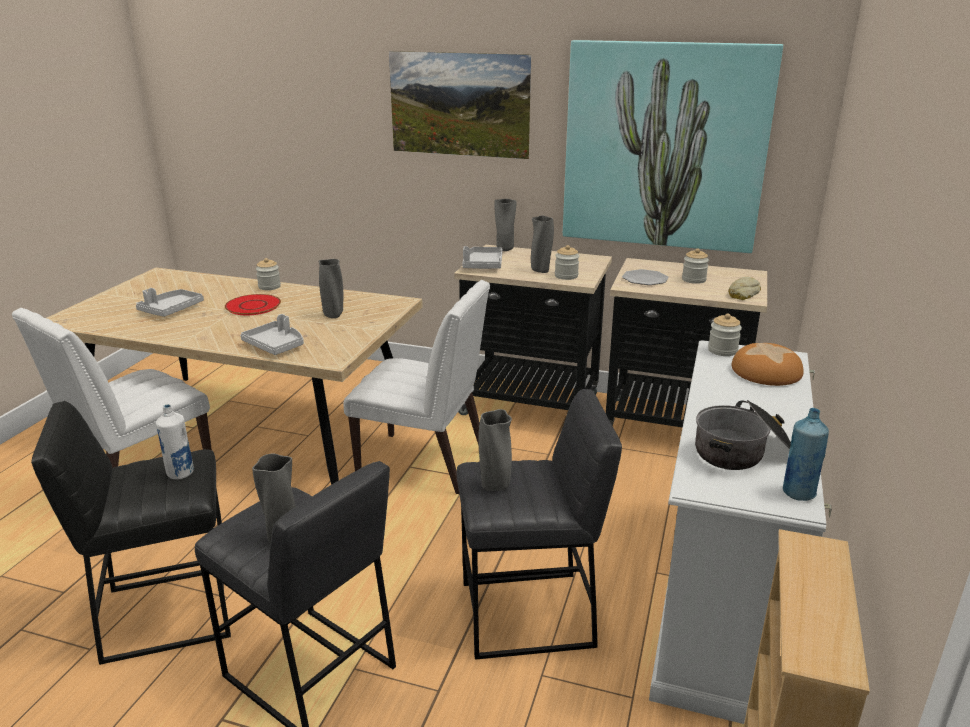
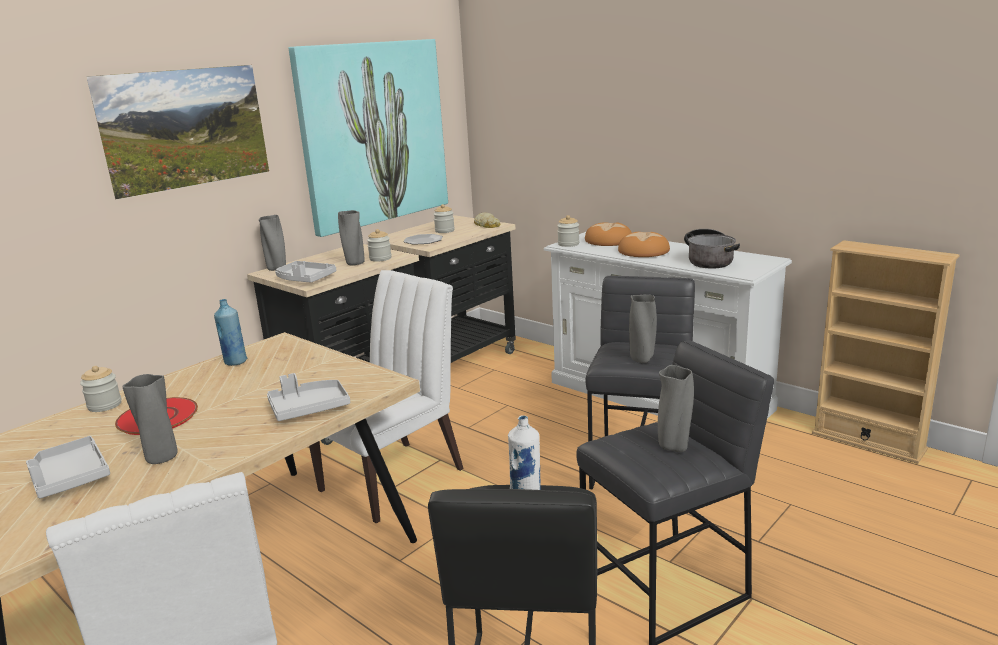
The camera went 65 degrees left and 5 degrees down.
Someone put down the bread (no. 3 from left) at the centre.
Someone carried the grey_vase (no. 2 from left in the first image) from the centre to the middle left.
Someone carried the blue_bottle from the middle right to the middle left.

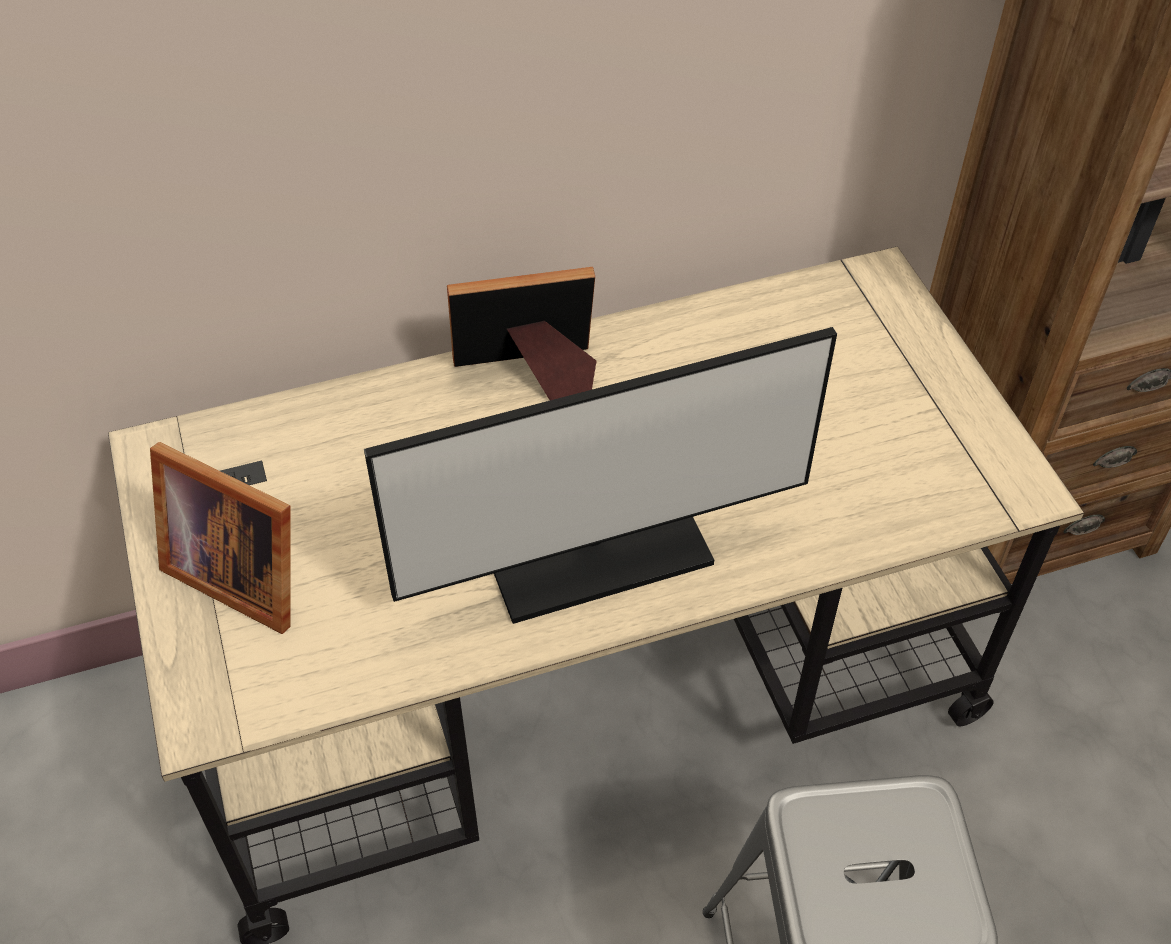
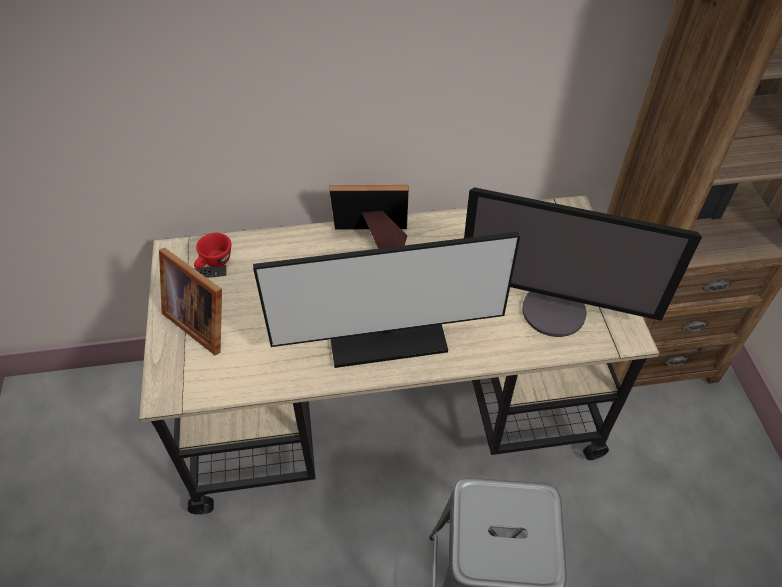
The camera went 10 degrees right and 0 degrees up.
Someone put down the red_cup at the middle left.
Someone put down the monitor (no. 2 from left) at the middle right.

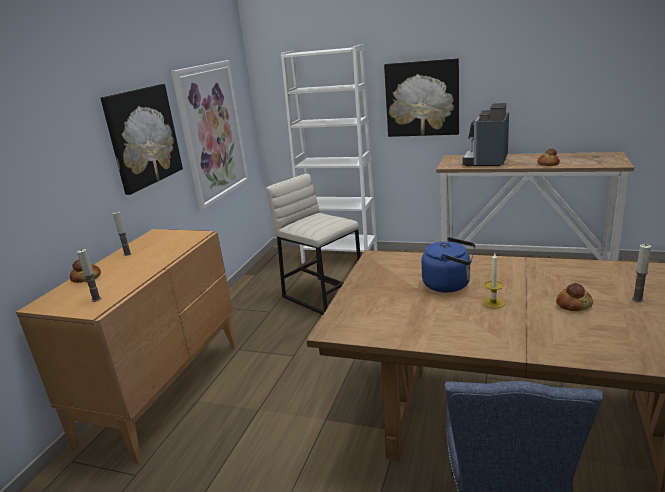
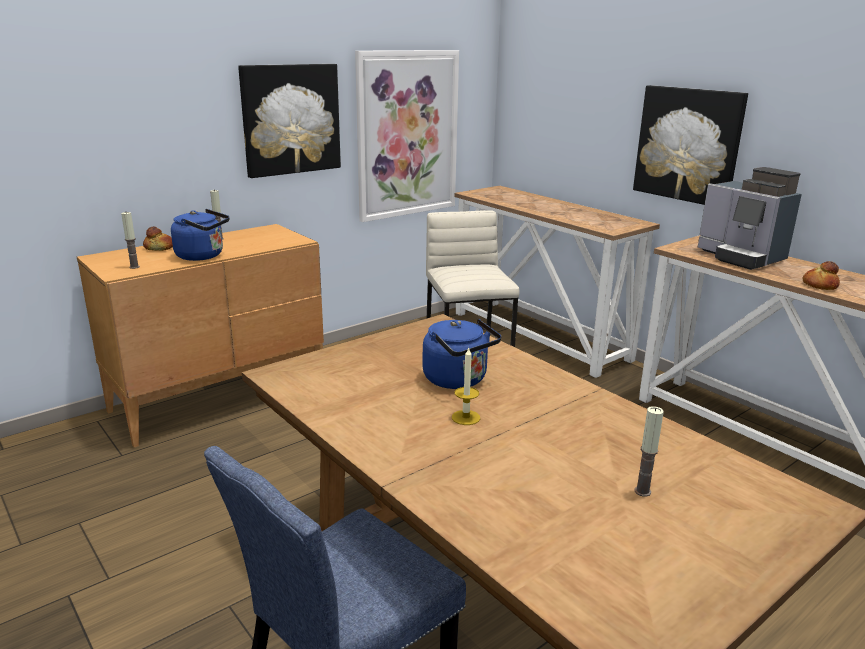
The camera went 30 degrees right and 0 degrees up.
Someone took away the bread (no. 3 from left) at the middle right.
Someone put down the blue_kettle (no. 1 from left) at the middle left.
Someone swapped the white_bookcase at the top centre for the console_table (no. 1 from left) at the centre.
Someone rotated the coffee_machine at the top right by 90 degrees counterclockwise.

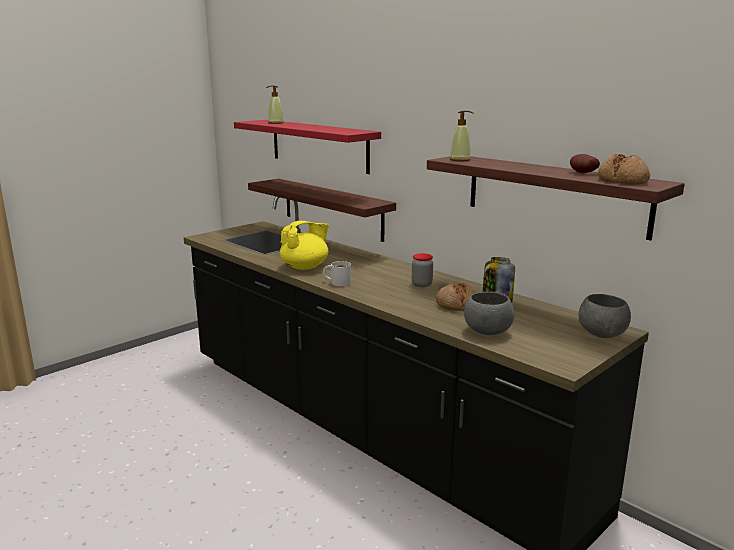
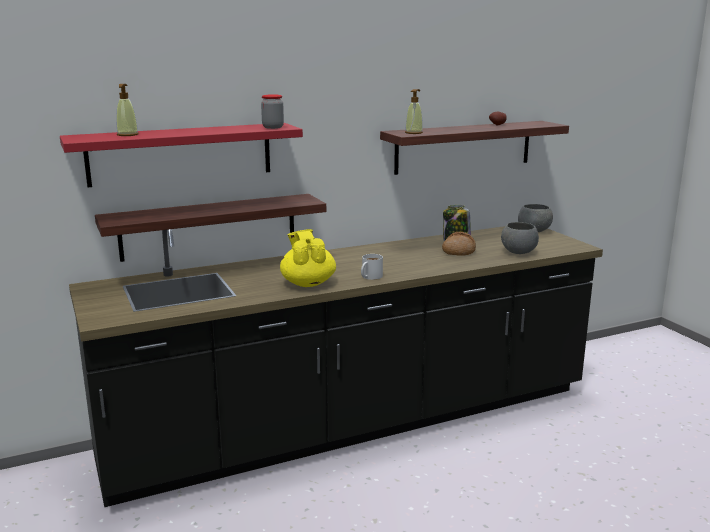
The camera went 70 degrees left and 0 degrees up.
Someone took away the bread (no. 2 from left) at the top right.
Someone carried the jar (no. 1 from left) from the centre to the top centre.

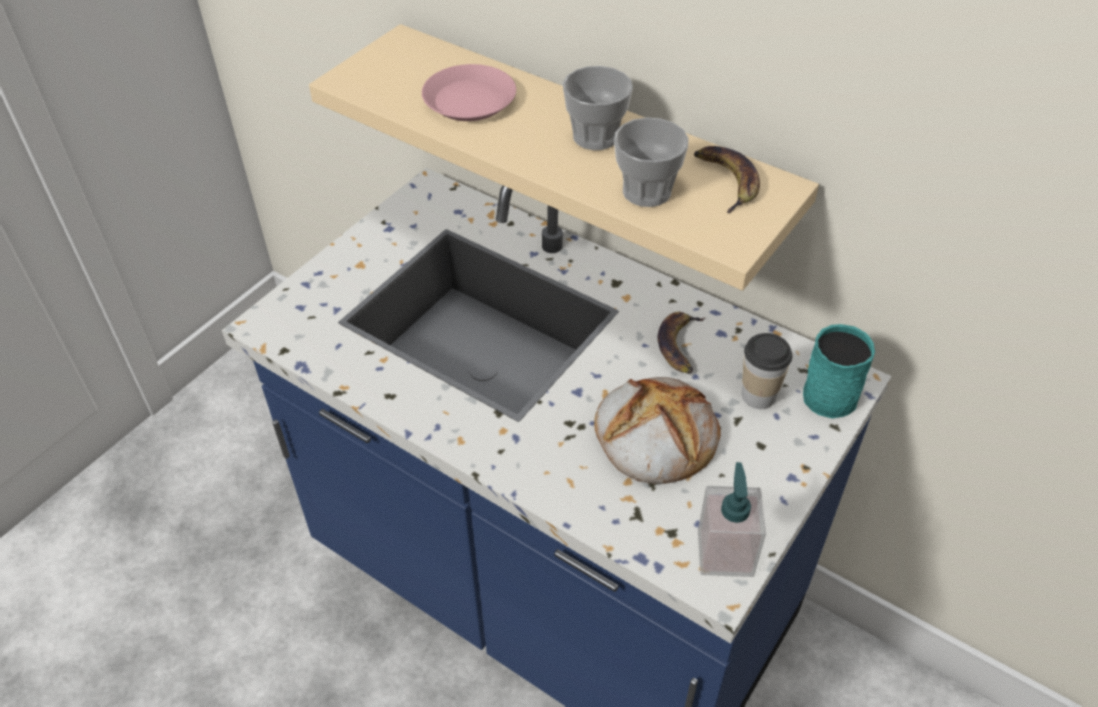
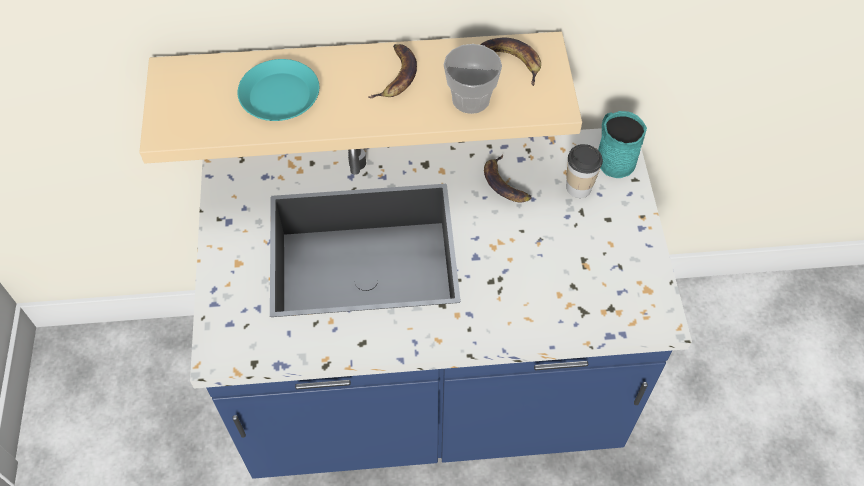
The camera went 40 degrees left and 10 degrees up.
Someone took away the bread at the centre.
Someone took away the soap_dispenser at the bottom right.
Someone swapped the cup (no. 1 from left) at the top centre for the banana (no. 1 from left) at the top centre.
Someone repainted the pink_plate at the top centre, which became the turquoise_plate at the top left.

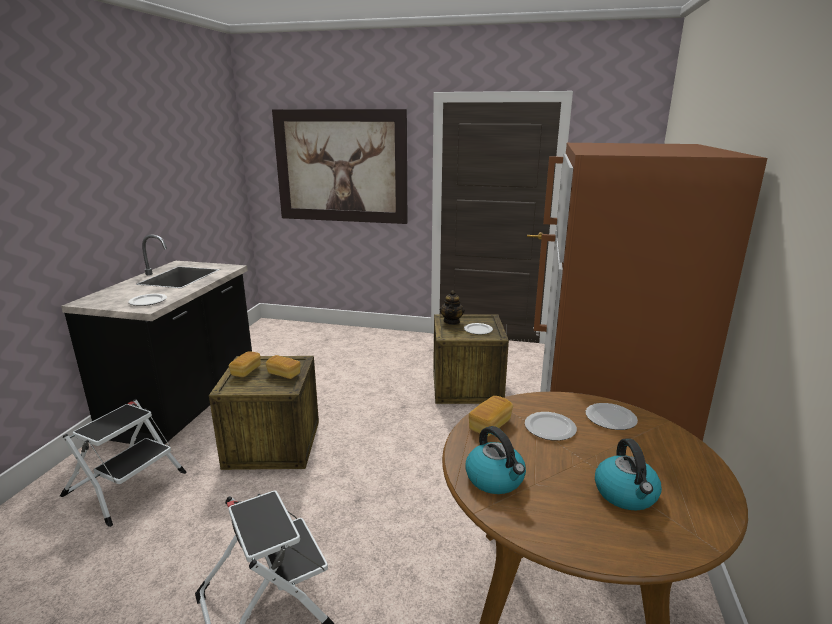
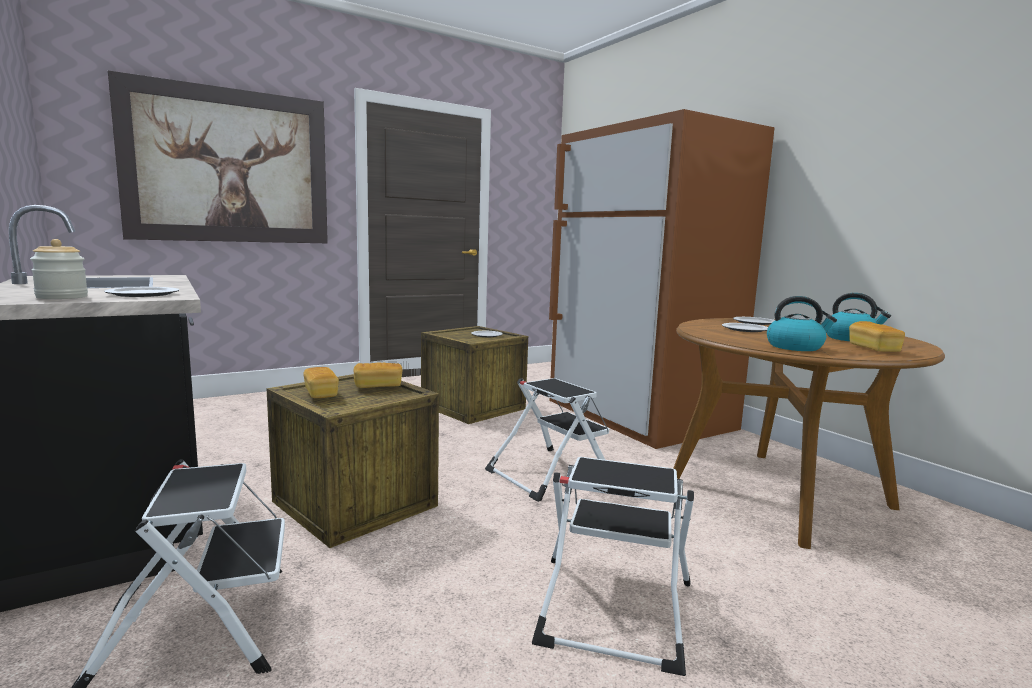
The camera went 45 degrees left and 10 degrees down.
Someone took away the teapot at the centre.
Someone put down the jar at the middle left.
Someone put down the step_ladder (no. 2 from left) at the centre.
Someone carried the bread (no. 3 from left) from the bottom centre to the middle right.

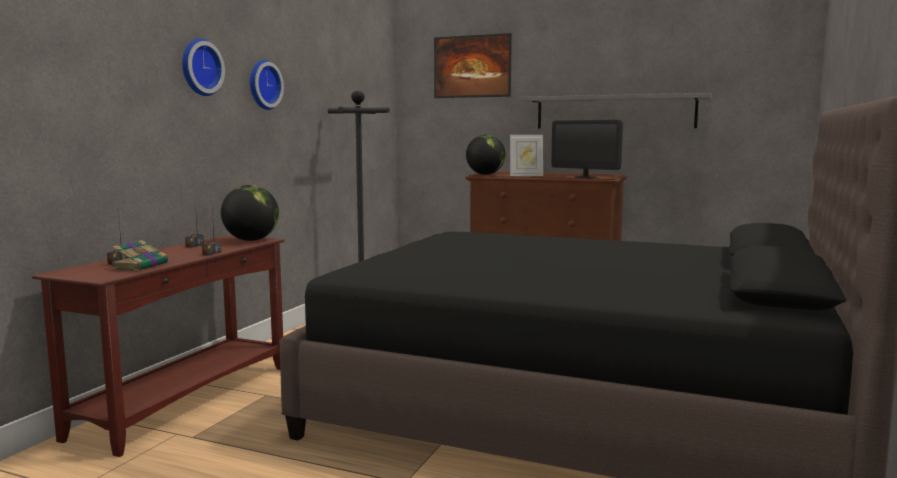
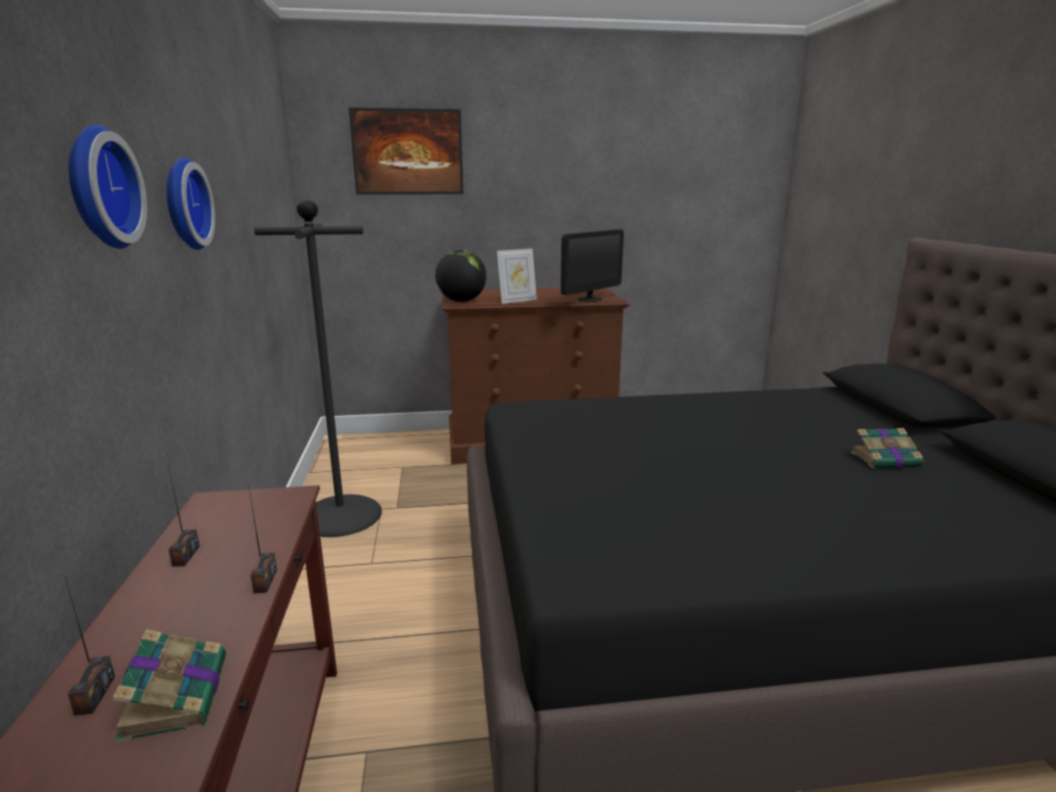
The camera went 30 degrees left and 10 degrees up.
Someone took away the globe (no. 1 from left) at the middle left.
Someone took away the grey_shelf at the top right.
Someone put down the book (no. 2 from left) at the middle right.
Someone rotated the monitor at the top centre by 60 degrees counterclockwise.

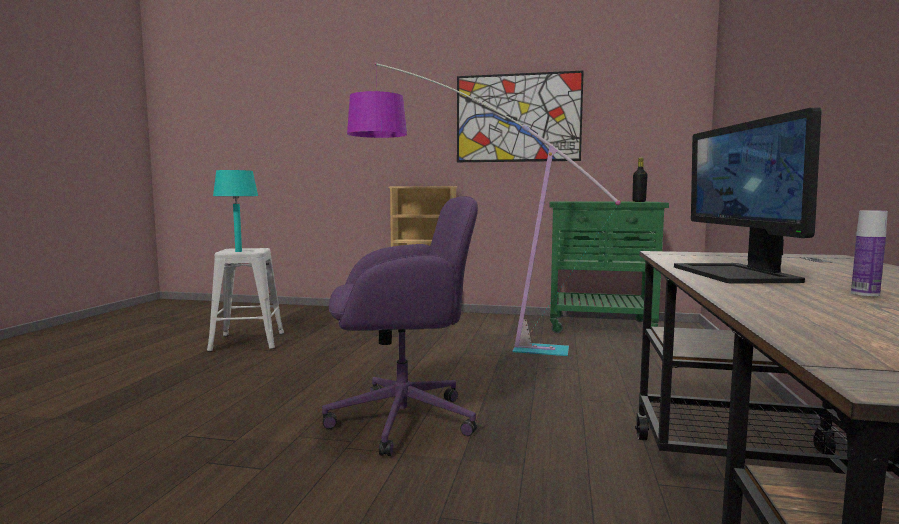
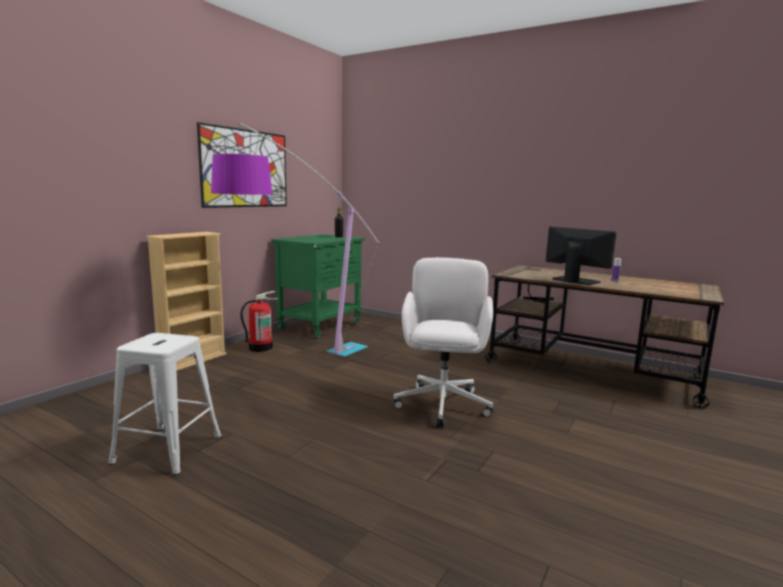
The camera went 70 degrees left and 5 degrees up.
Someone took away the turquoise_table_lamp at the middle left.
Someone put down the fire_extinguisher at the middle left.
Someone repainted the purple_office_chair at the centre, which became the white_office_chair at the centre.
Someone rotated the monitor at the middle right by 150 degrees counterclockwise.

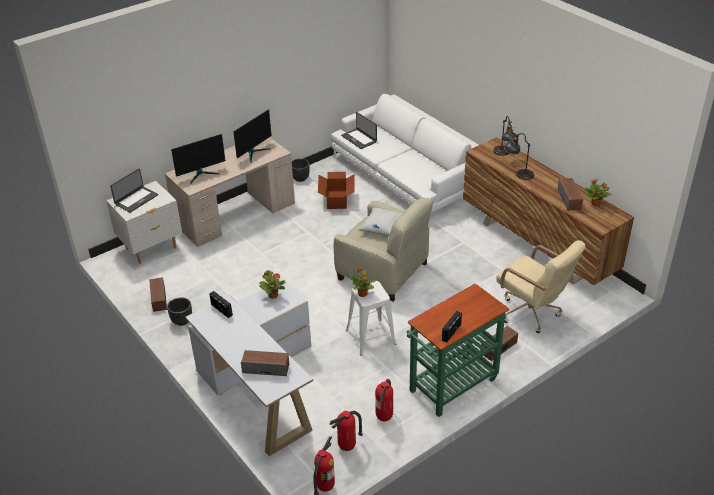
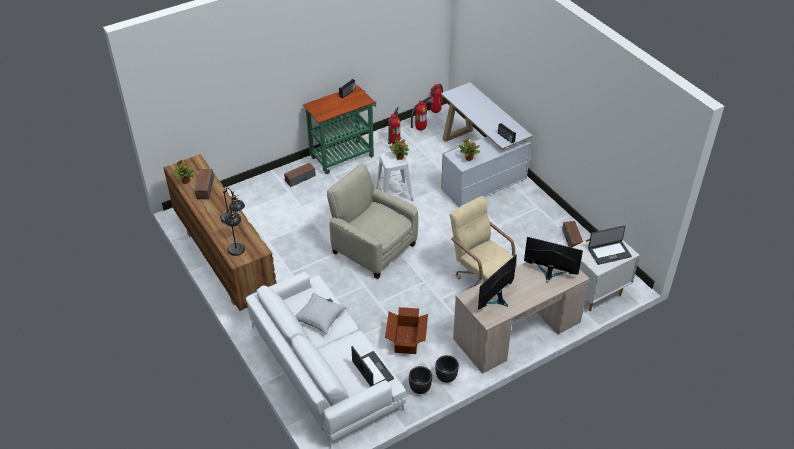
The camera went 175 degrees left and 5 degrees up.
Someone took away the speaker (no. 2 from left) at the bottom centre.
Someone carried the black_planter (no. 1 from left) from the middle left to the bottom centre.
Someone carried the grey_pillow from the centre to the bottom centre.
Someone carried the beige_office_chair from the middle right to the centre.
Someone rotated the laptop (no. 1 from left in the first image) at the middle left by 150 degrees counterclockwise.
Someone rotated the monitor (no. 1 from left in the first image) at the top left by 45 degrees clockwise.

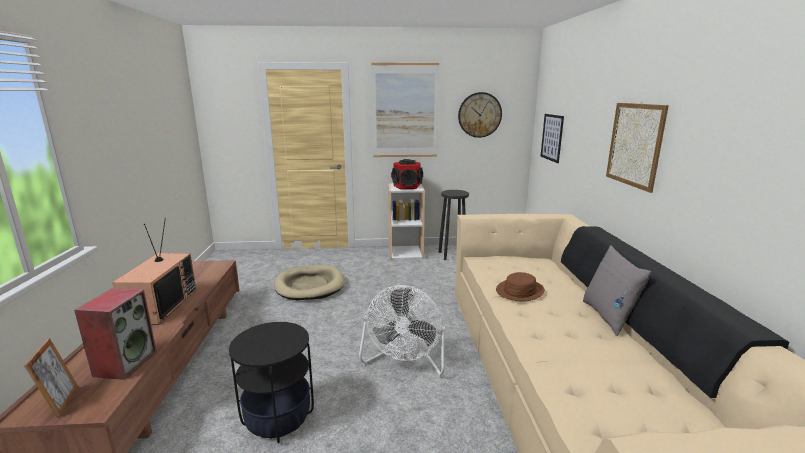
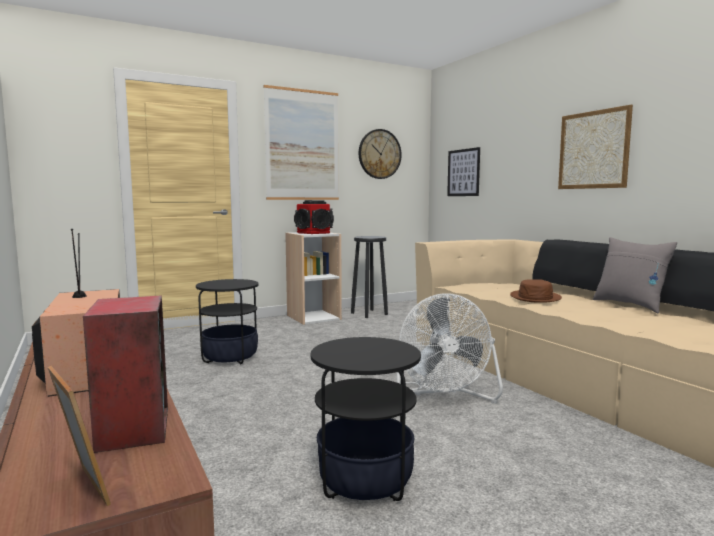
The camera went 25 degrees left and 10 degrees down.
Someone swapped the beige_dog_bed at the centre for the black_side_table (no. 1 from left) at the middle left.

